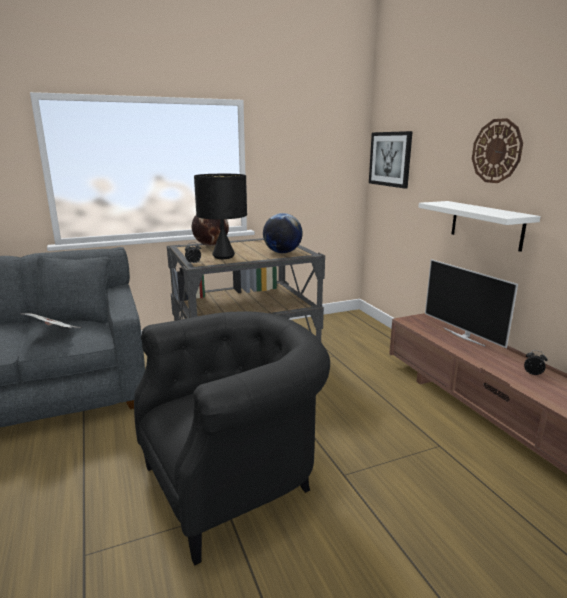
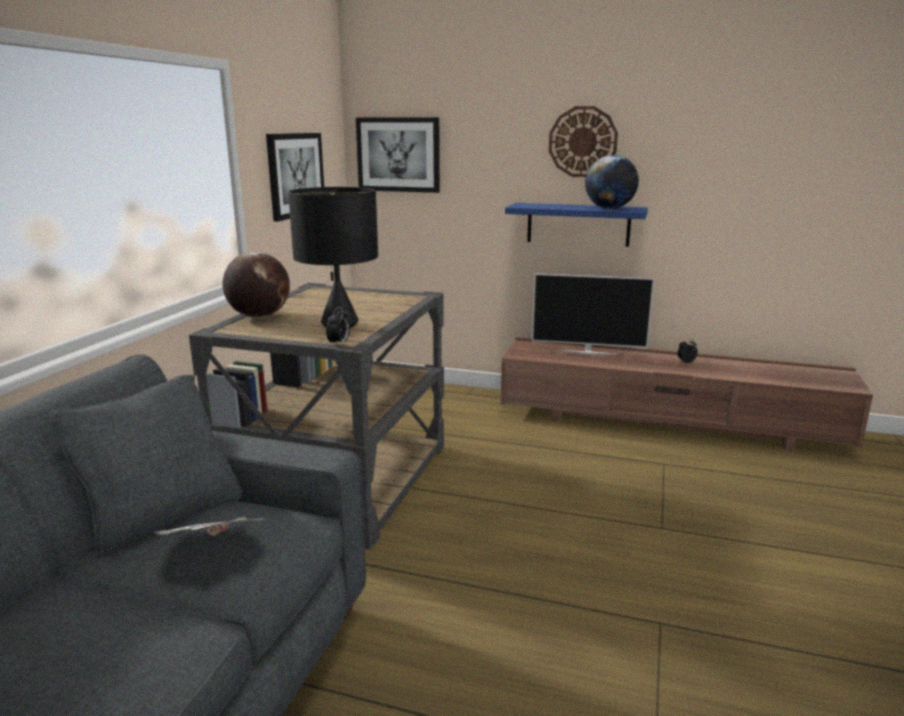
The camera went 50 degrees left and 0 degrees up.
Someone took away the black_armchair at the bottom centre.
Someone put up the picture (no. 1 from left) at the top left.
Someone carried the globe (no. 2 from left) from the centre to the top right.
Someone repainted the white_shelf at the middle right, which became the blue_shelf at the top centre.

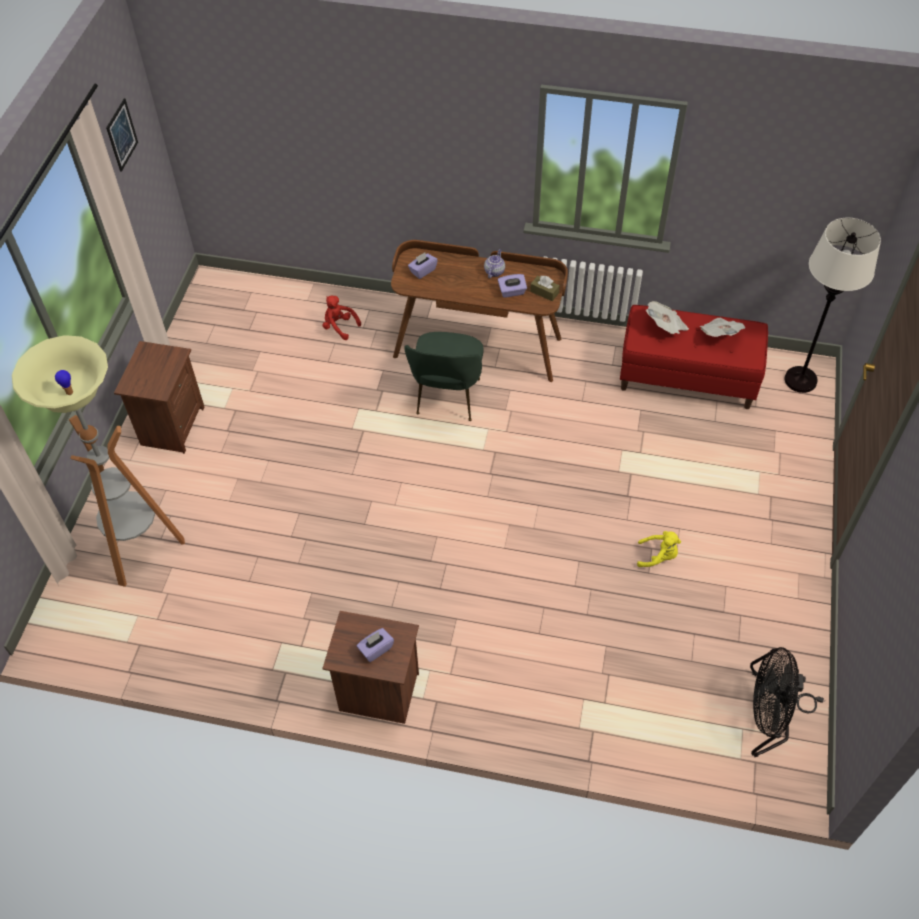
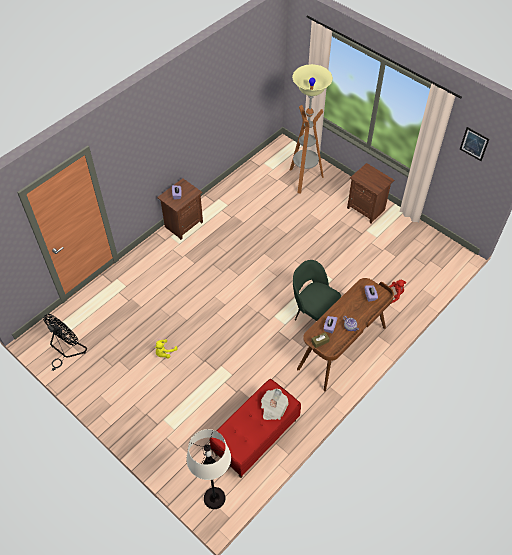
The camera went 120 degrees right and 0 degrees up.
Someone took away the newspaper (no. 2 from left) at the middle right.

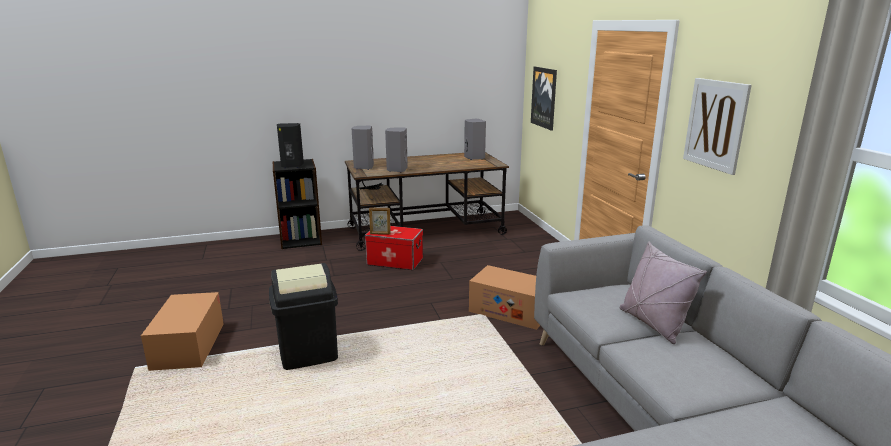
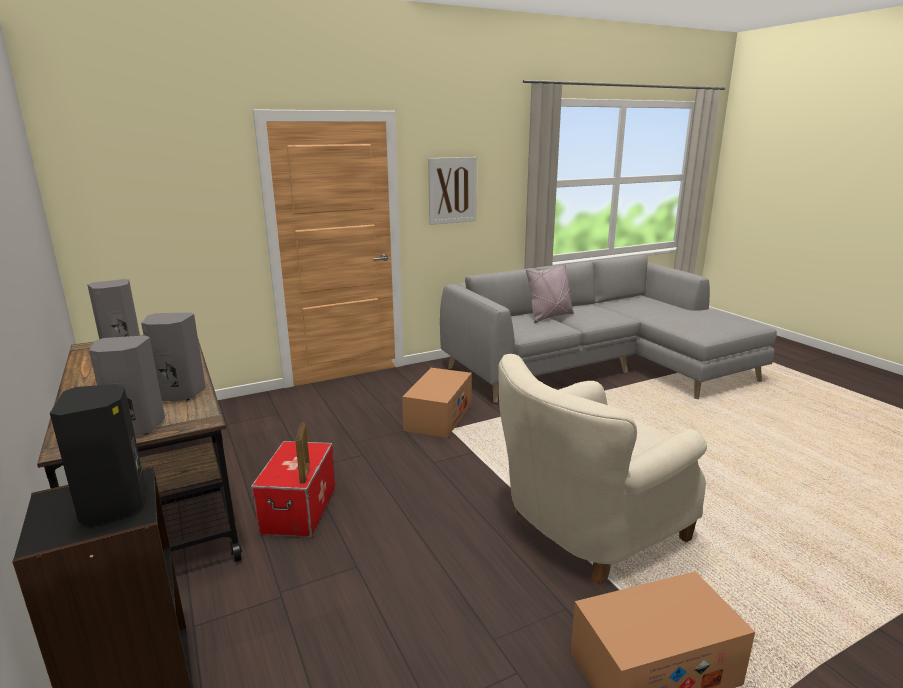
The camera went 100 degrees left and 0 degrees up.
Someone took away the picture (no. 1 from left) at the top centre.
Someone swapped the black_trash_can at the bottom centre for the beige_armchair at the bottom right.

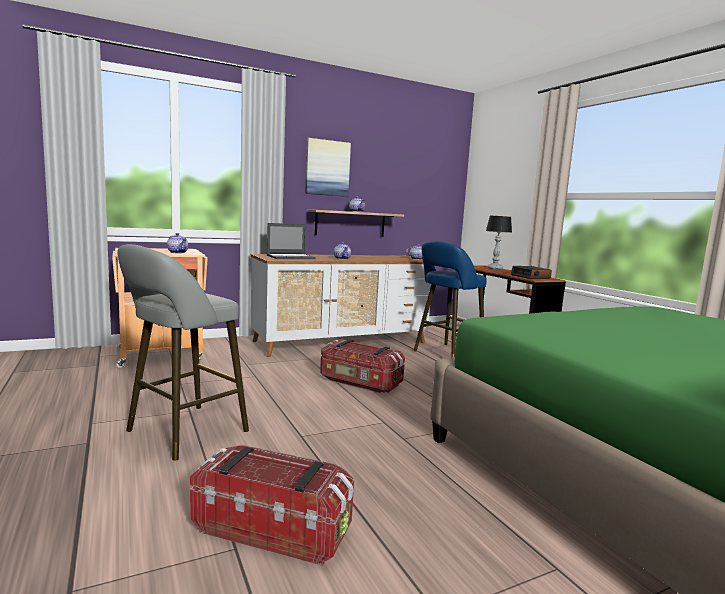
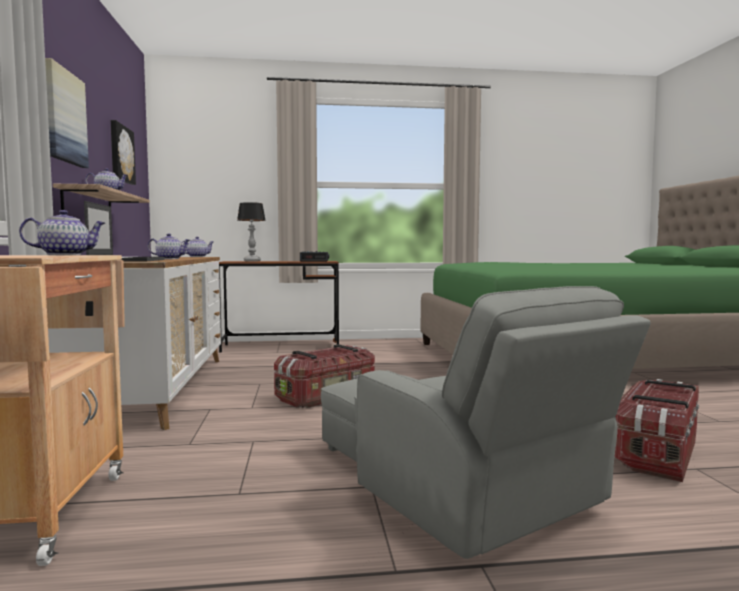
The camera went 70 degrees left and 5 degrees down.
Someone took away the blue_stool at the centre.
Someone put up the picture (no. 2 from left) at the top left.
Someone swapped the grey_stool at the middle left for the grey_armchair at the bottom centre.

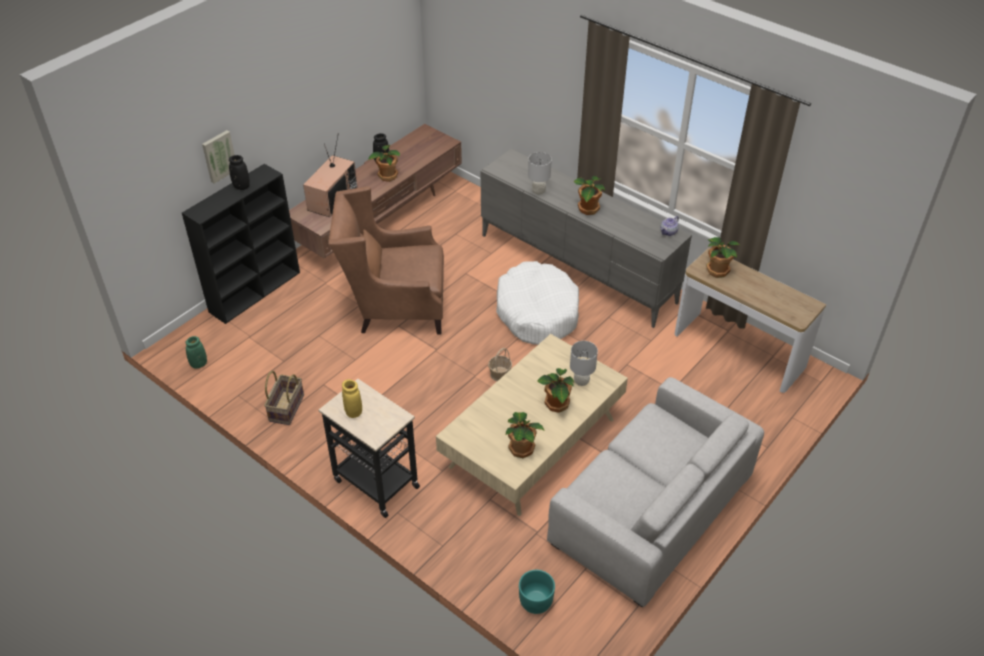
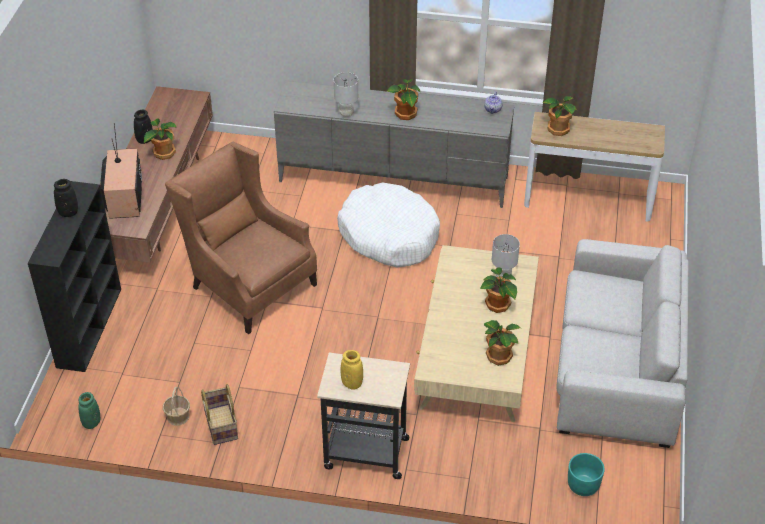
The camera went 30 degrees left and 0 degrees up.
Someone took away the picture at the top left.
Someone carried the basket (no. 2 from left in the first image) from the centre to the bottom left.
Someone rotated the brown_armchair at the centre by 75 degrees clockwise.

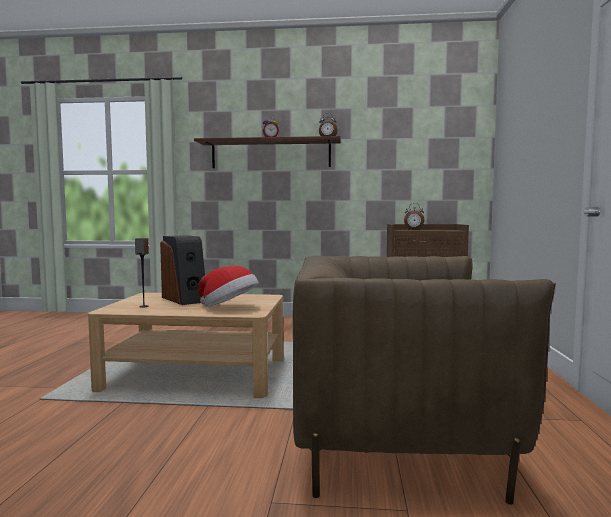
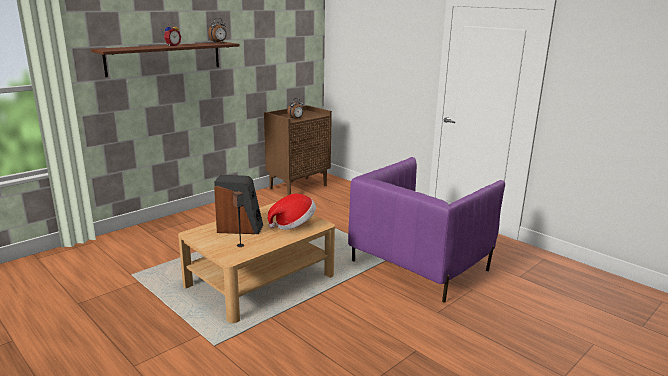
The camera went 50 degrees left and 15 degrees up.
Someone repainted the brown_armchair at the bottom right, which became the purple_armchair at the centre.

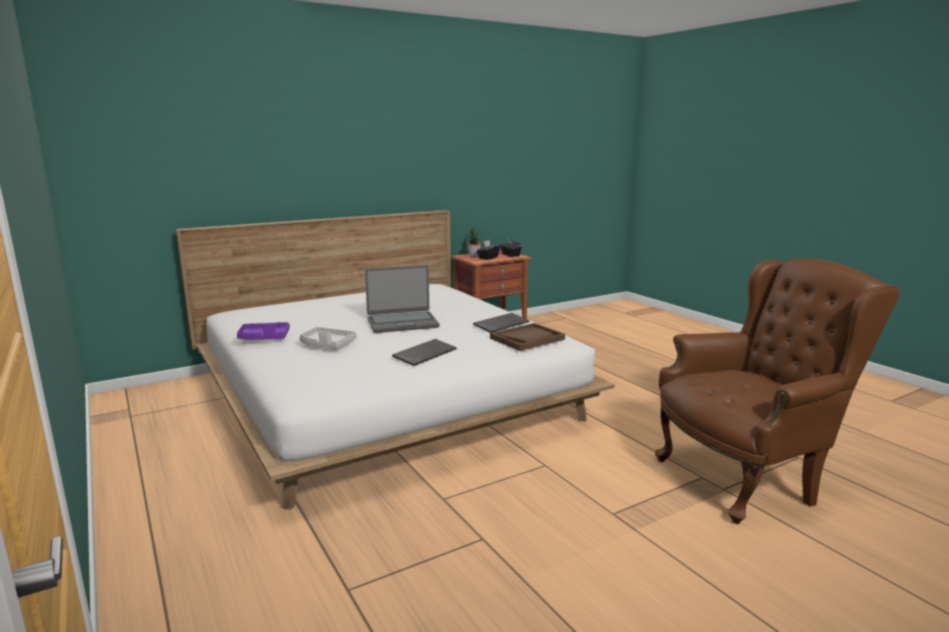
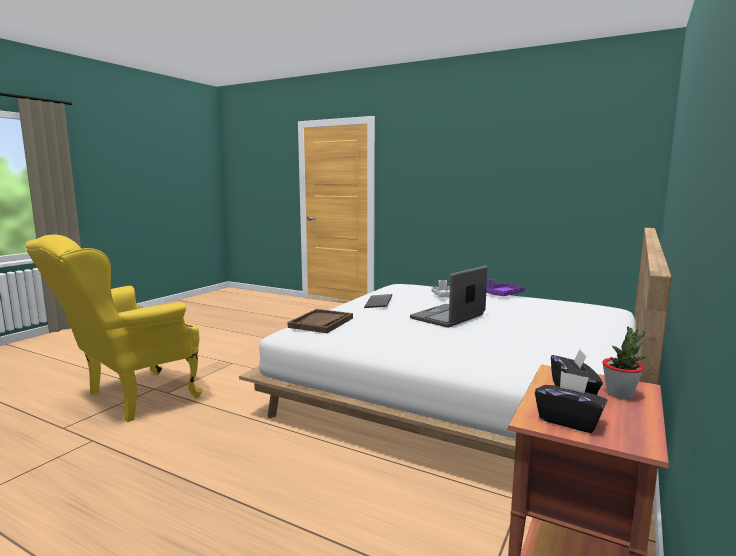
The camera went 150 degrees right and 5 degrees down.
Someone took away the keyboard (no. 2 from left) at the centre.
Someone repainted the brown_armchair at the middle right, which became the yellow_armchair at the middle left.

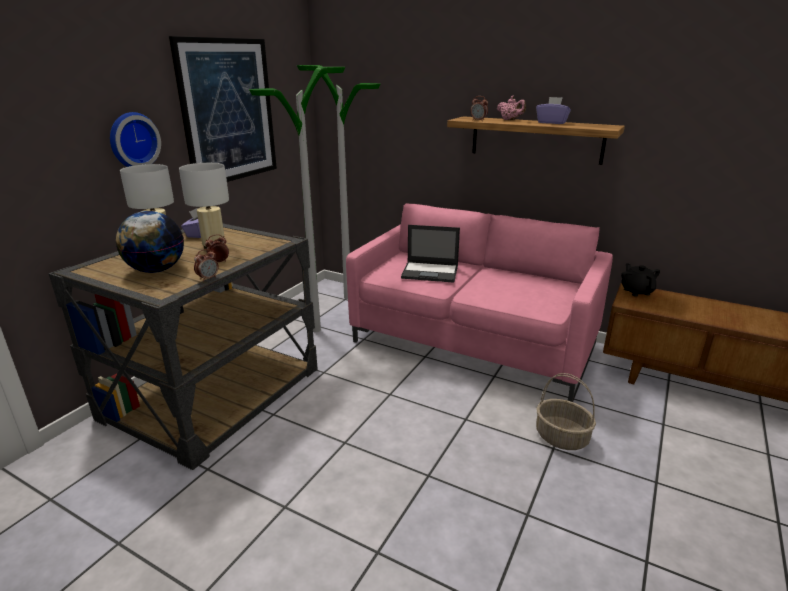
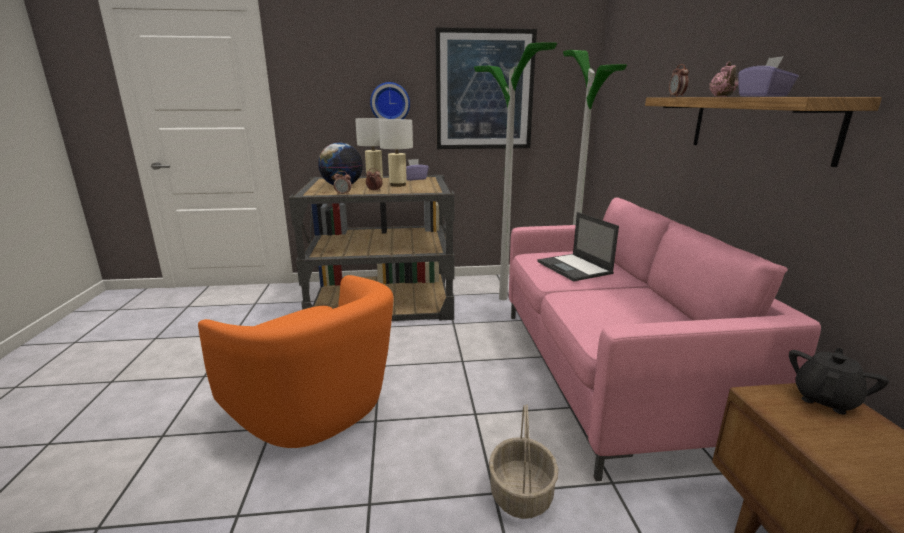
The camera went 55 degrees right and 5 degrees down.
Someone put down the orange_armchair at the bottom left.

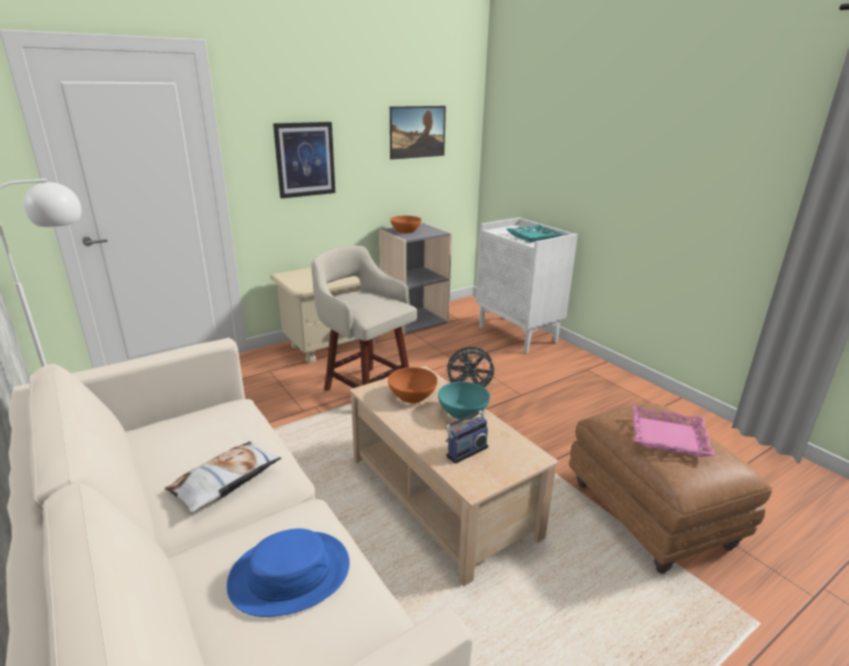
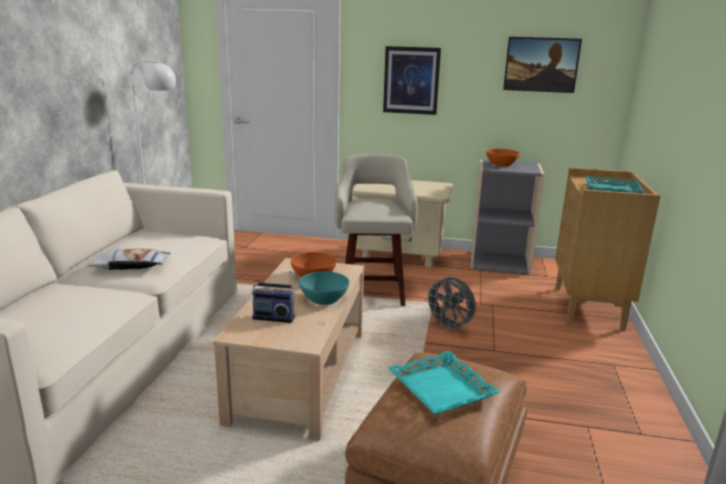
The camera went 45 degrees right and 5 degrees down.
Someone took away the blue_hat at the bottom centre.
Someone repainted the white_cabinet at the centre, which became the brown_cabinet at the middle right.
Someone repainted the pink_tray at the middle right, which became the turquoise_tray (no. 1 from left) at the bottom centre.

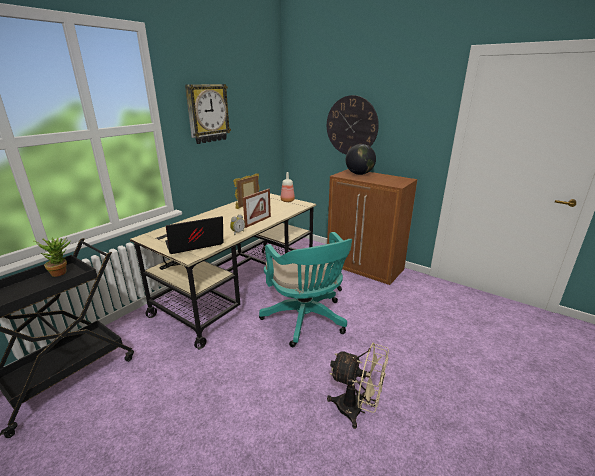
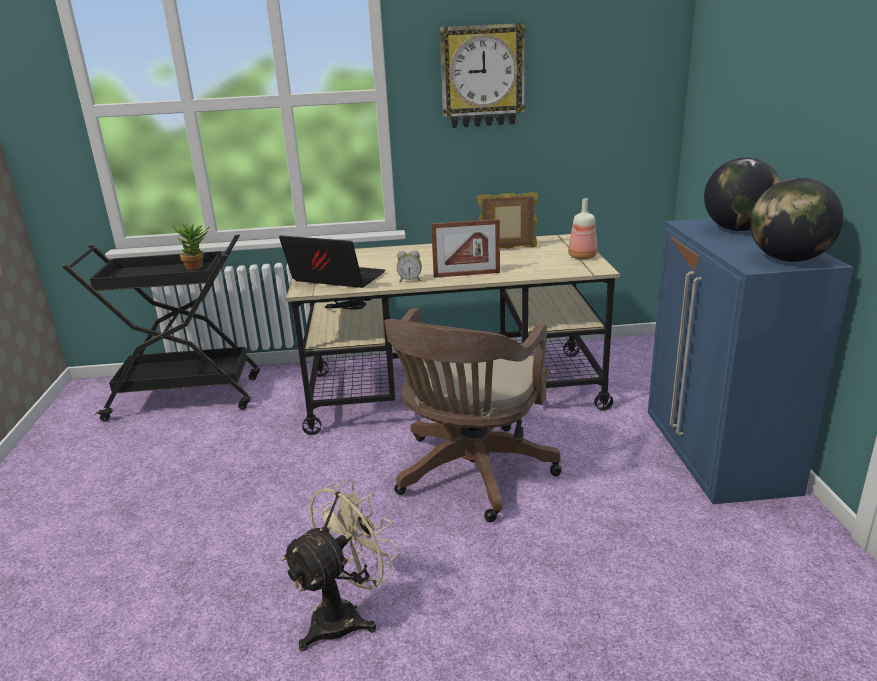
The camera went 50 degrees right and 0 degrees up.
Someone took away the wall_clock (no. 2 from left) at the top centre.
Someone put down the globe (no. 2 from left) at the top right.
Someone repainted the turquoise_office_chair at the centre, which became the brown_office_chair at the centre.
Someone repainted the brown_cabinet at the centre, which became the blue_cabinet at the middle right.
Someone rotated the beige_fan at the bottom centre by 120 degrees counterclockwise.

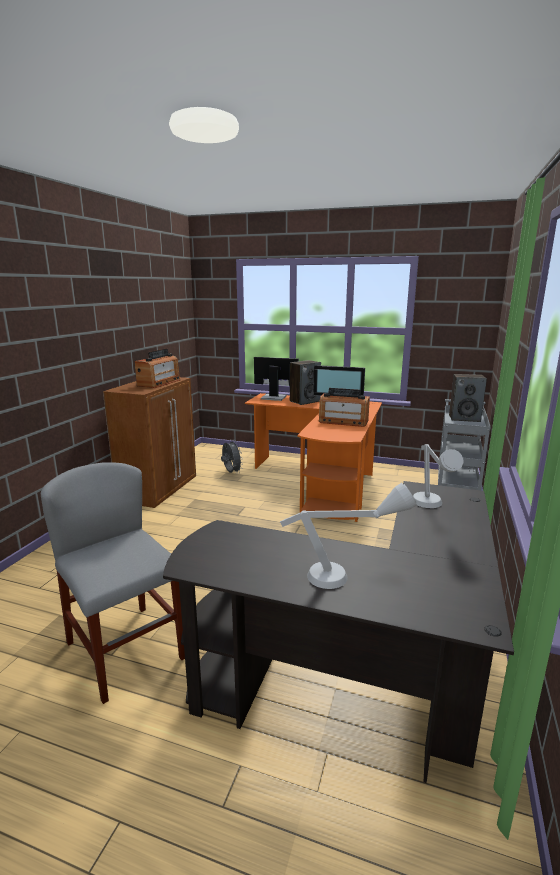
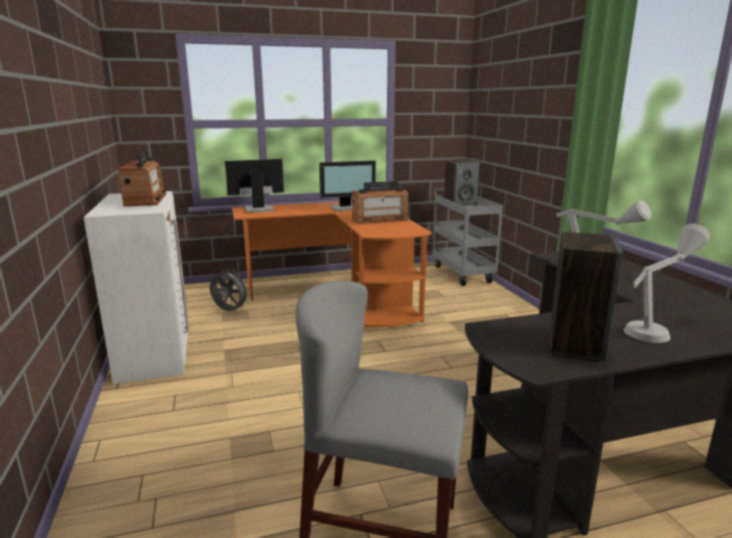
The camera went 35 degrees left and 0 degrees up.
Someone carried the speaker (no. 1 from left in the first image) from the centre to the middle right.
Someone repainted the brown_cabinet at the middle left, which became the white_cabinet at the middle left.

